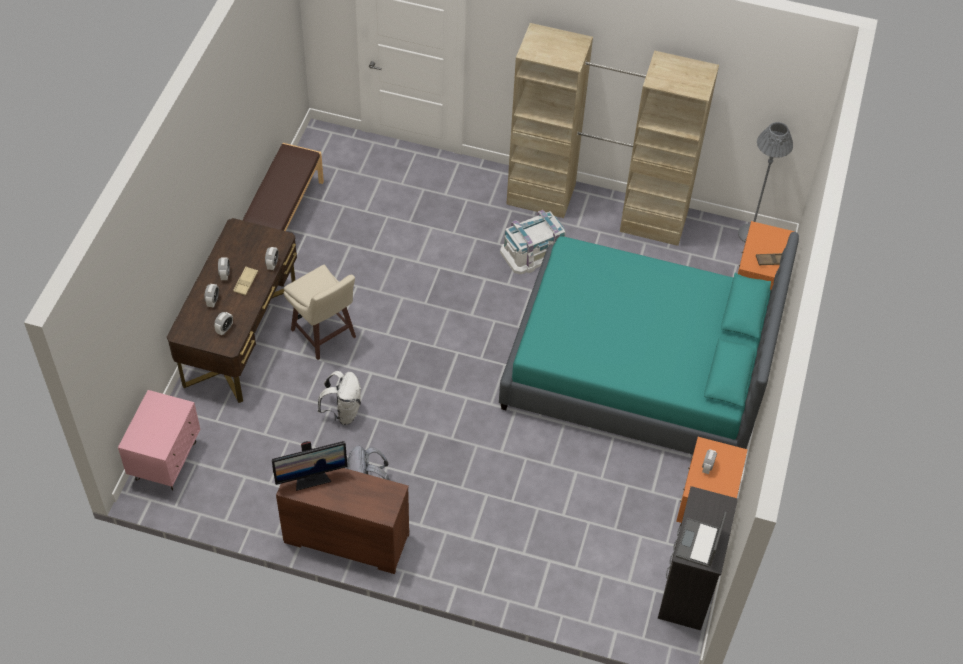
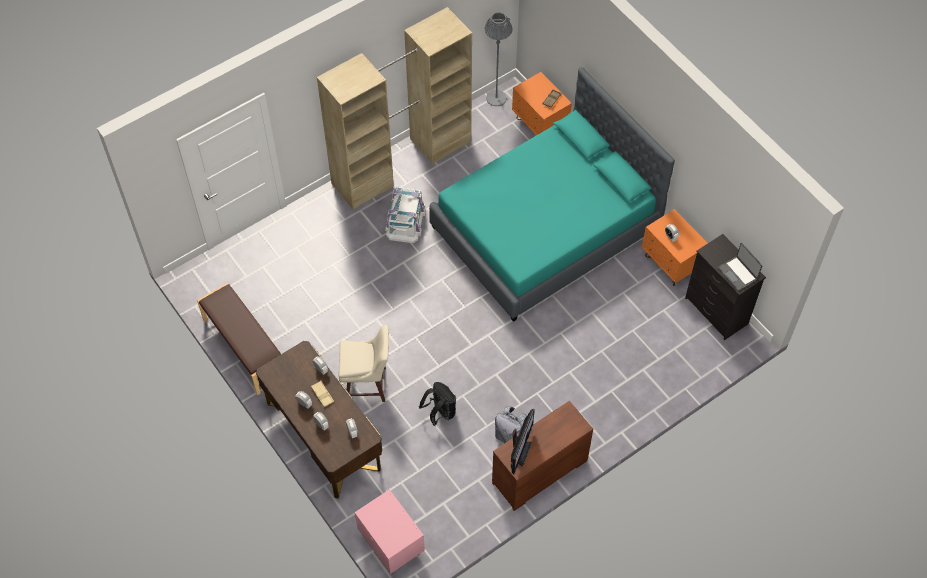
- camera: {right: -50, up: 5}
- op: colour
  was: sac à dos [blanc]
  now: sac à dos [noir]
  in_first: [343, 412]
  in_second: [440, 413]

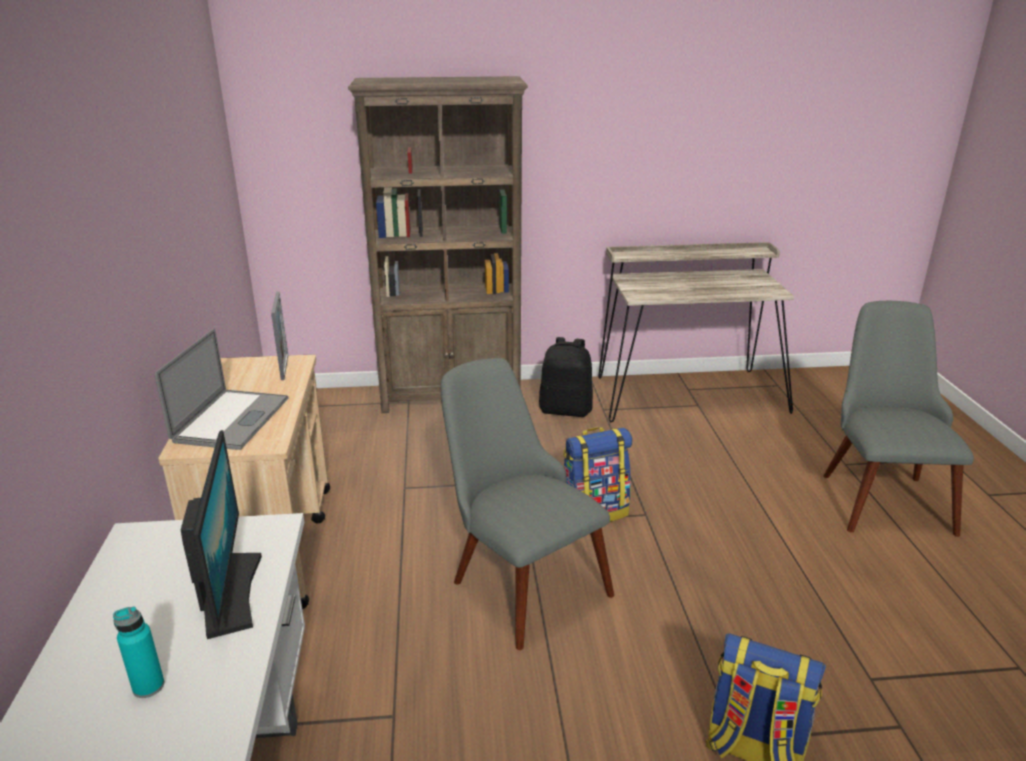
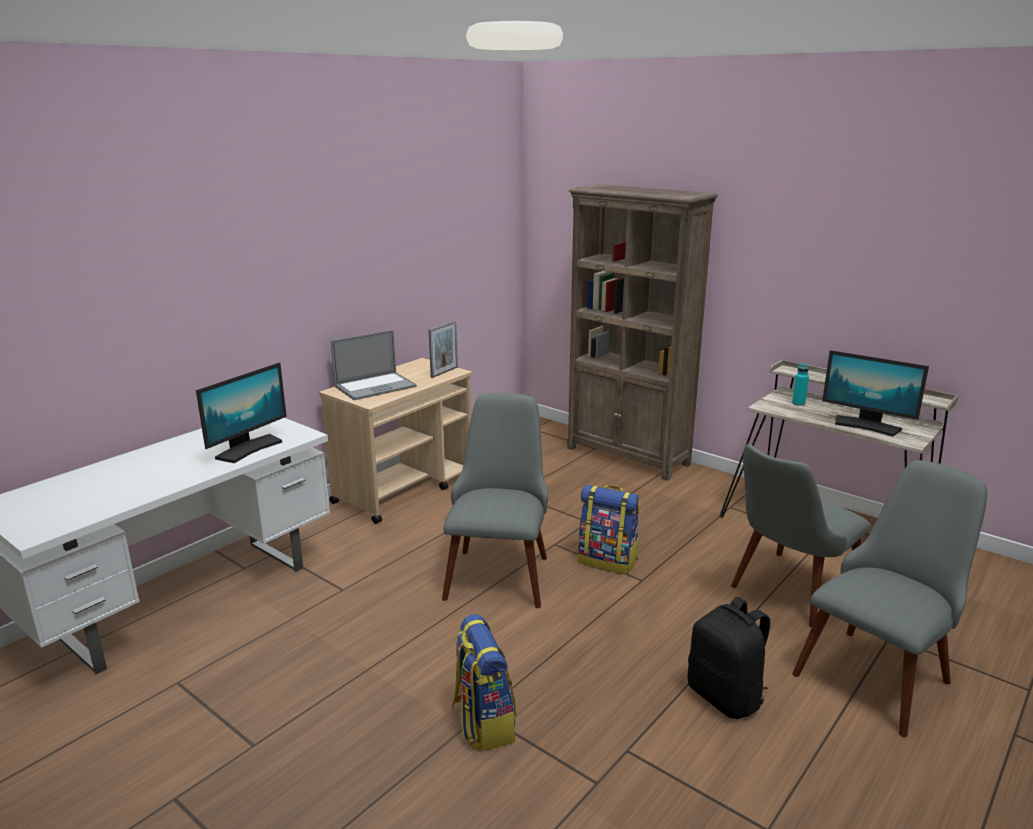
- camera: {right: 45, up: -5}
- op: relocated
  was: sac à dos [noir]
  in_first: [566, 410]
  in_second: [726, 697]
- op: relocated
  was: bouteille [turquoise]
  in_first: [148, 686]
  in_second: [798, 403]
- op: appeared
  now: écran d'ordinateur
  in_second: [866, 426]
- op: appeared
  now: chaise [gris]
  in_second: [787, 595]

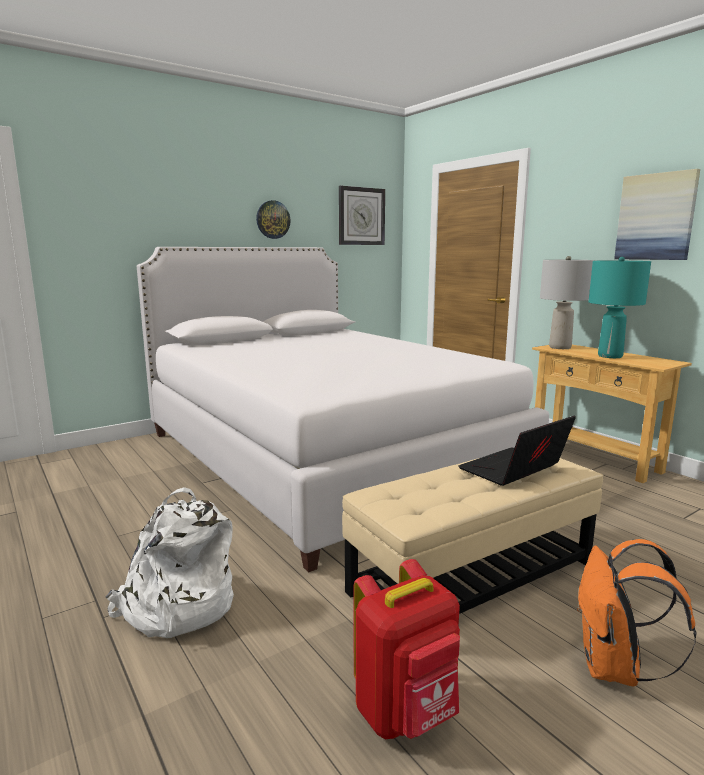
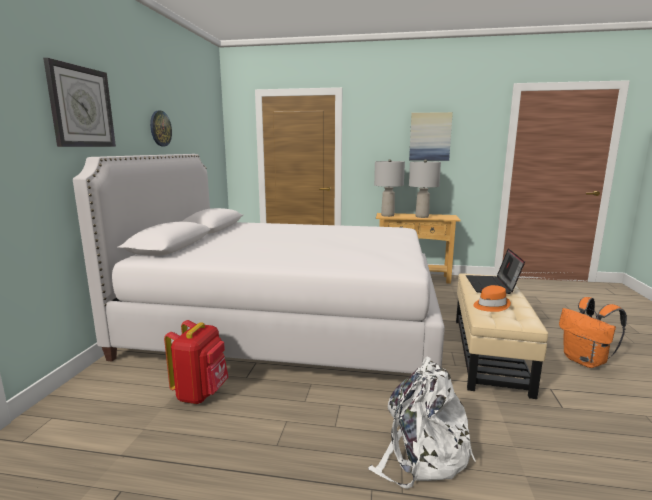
- camera: {right: -45, up: 0}
- op: relocated
  was: horloge murale
  in_first: [361, 216]
  in_second: [81, 107]
- op: colour
  was: lampe de table [turquoise]
  now: lampe de table [gris]
  in_first: [610, 356]
  in_second: [421, 216]
- op: relocated
  was: sac à dos [rouge]
  in_first: [407, 712]
  in_second: [201, 393]
- op: appeared
  now: chapeau [orange]
  in_second: [490, 305]

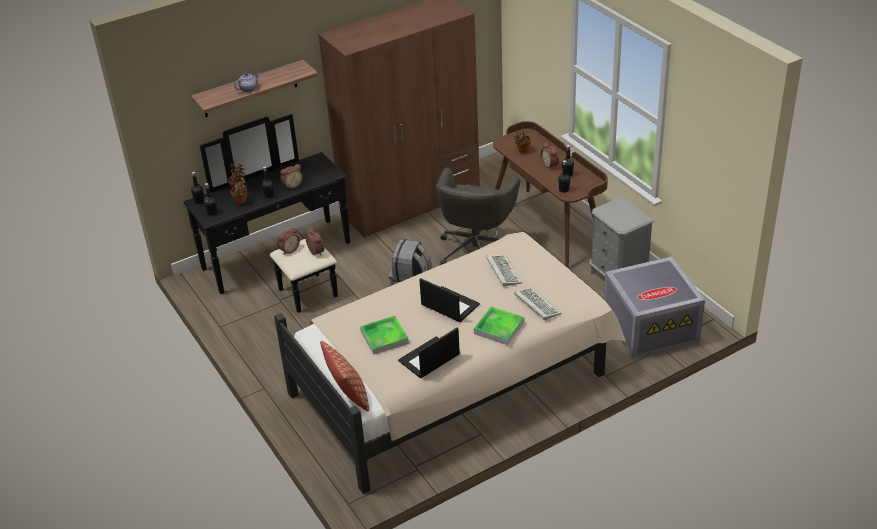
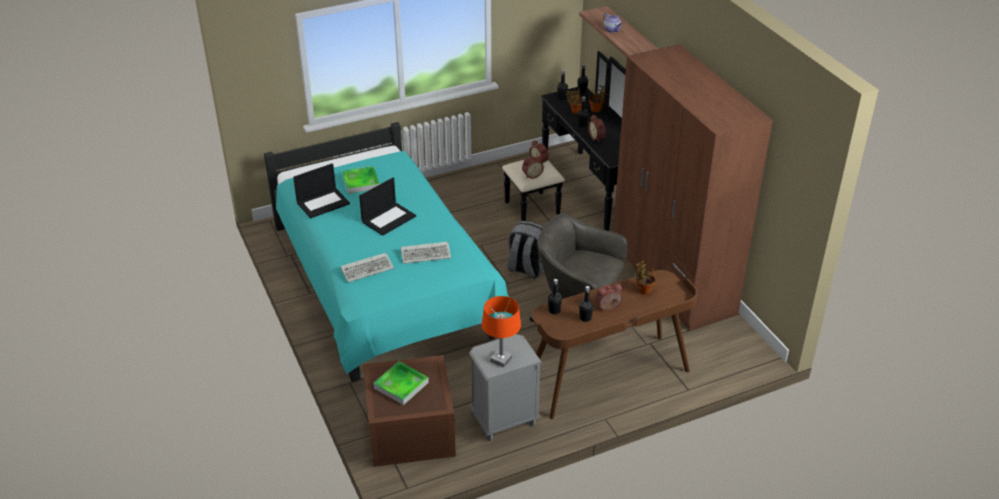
- camera: {right: 95, up: 0}
- op: colour
  was: lit [beige]
  now: lit [turquoise]
  in_first: [456, 379]
  in_second: [383, 285]
- op: colour
  was: boîte de rangement [gris]
  now: boîte de rangement [marron]
  in_first: [651, 326]
  in_second: [412, 431]
- op: relocated
  was: plateau
  in_first: [499, 328]
  in_second: [401, 385]
- op: spun
  was: ordinateur portable
  in_first: [429, 359]
  in_second: [323, 203]
  clockwise: 90
- op: missing
  was: coussin
  in_first: [348, 396]
- op: appeared
  now: lampe de table [orange]
  in_second: [501, 360]

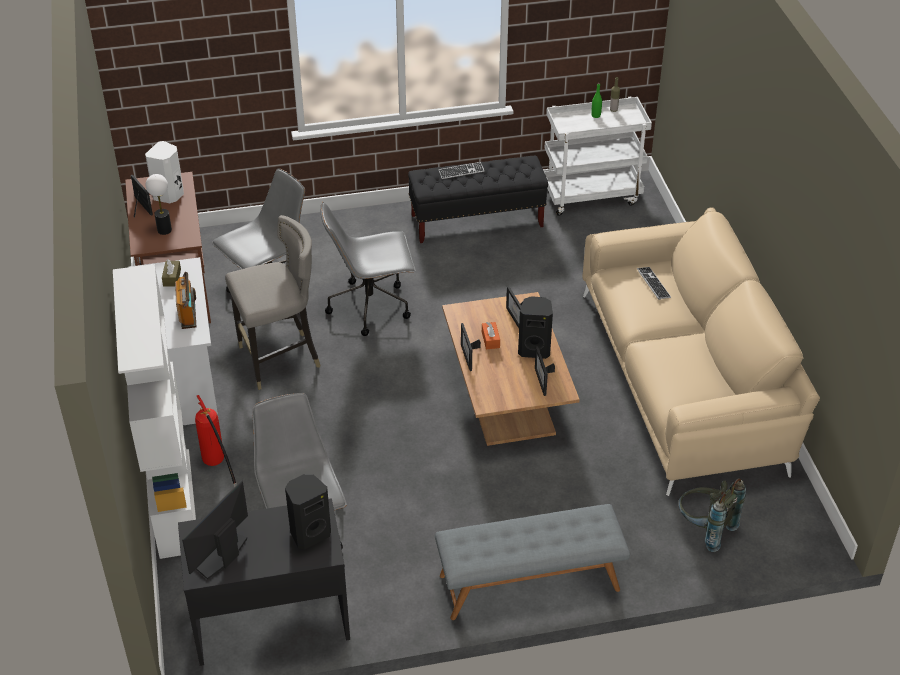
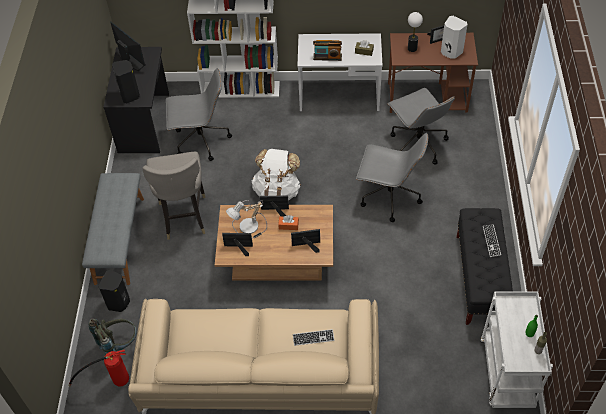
- camera: {right: 105, up: 10}
- op: spun
  was: chaise de bureau [gris]
  in_first: [371, 306]
  in_second: [388, 197]
  clockwise: 105
- op: relocated
  was: tabouret [gris]
  in_first: [280, 359]
  in_second: [184, 218]
- op: relocated
  was: enceinte [noir]
  in_first: [534, 349]
  in_second: [119, 303]
- op: relocated
  was: extincteur
  in_first: [217, 467]
  in_second: [111, 381]
- op: appeared
  now: sac à dos [blanc]
  in_second: [277, 191]
- op: appeared
  now: lampe de table
  in_second: [248, 228]

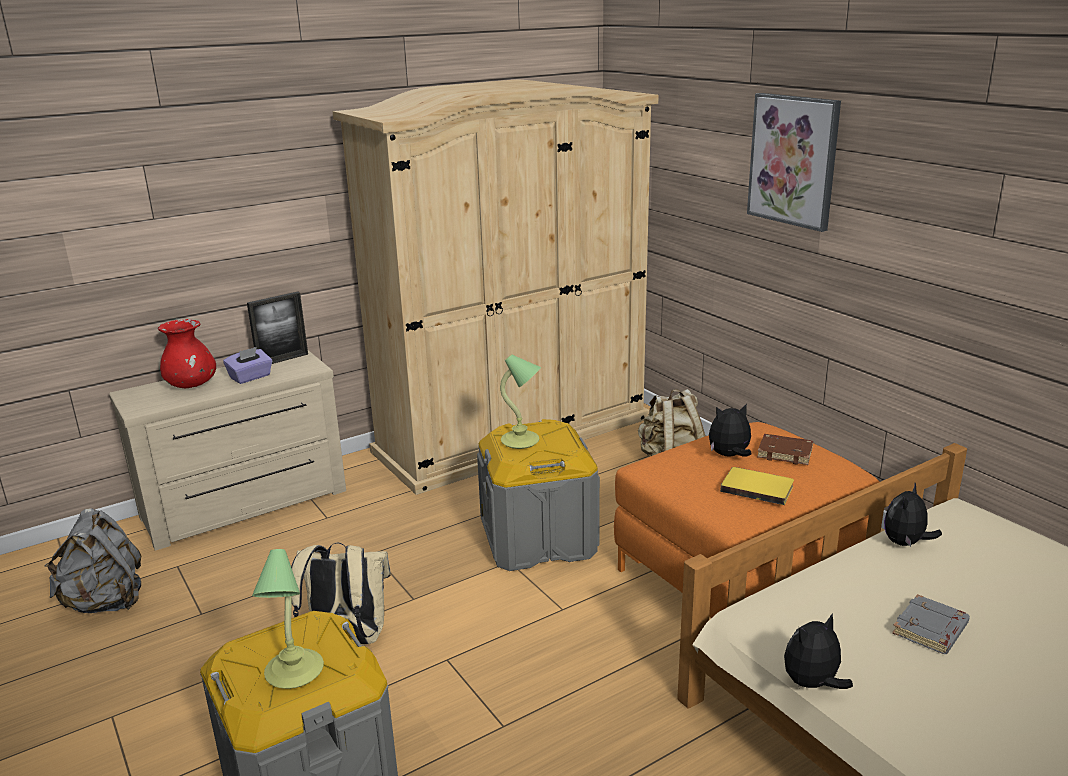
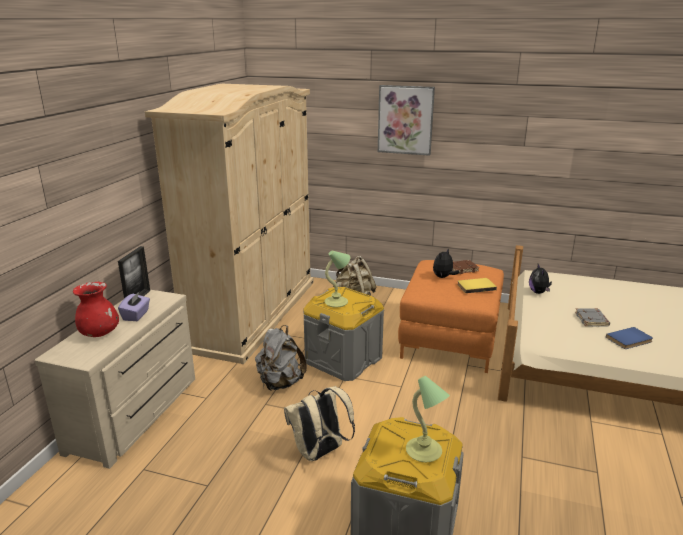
- camera: {right: -40, up: 0}
- op: relocated
  was: sac à dos [gris]
  in_first: [105, 602]
  in_second: [280, 383]
- op: missing
  was: peluche
  in_first: [812, 684]
- op: appeared
  now: livre [bleu]
  in_second: [630, 340]

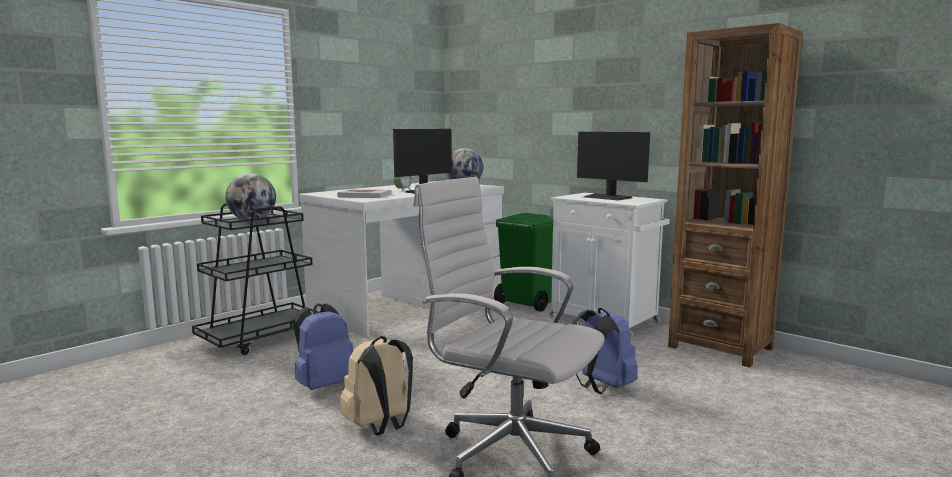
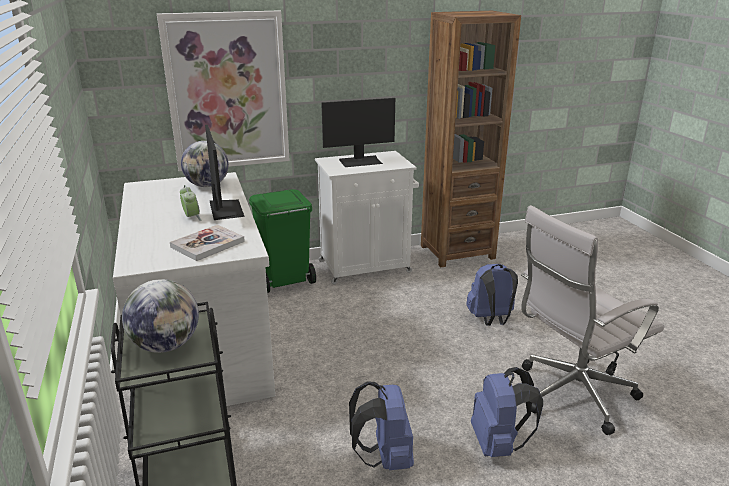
- camera: {right: -60, up: 15}
- op: colour
  was: sac à dos [beige]
  now: sac à dos [bleu]
  in_first: [380, 427]
  in_second: [499, 444]
- op: appeared
  now: tableau
  in_second: [227, 92]

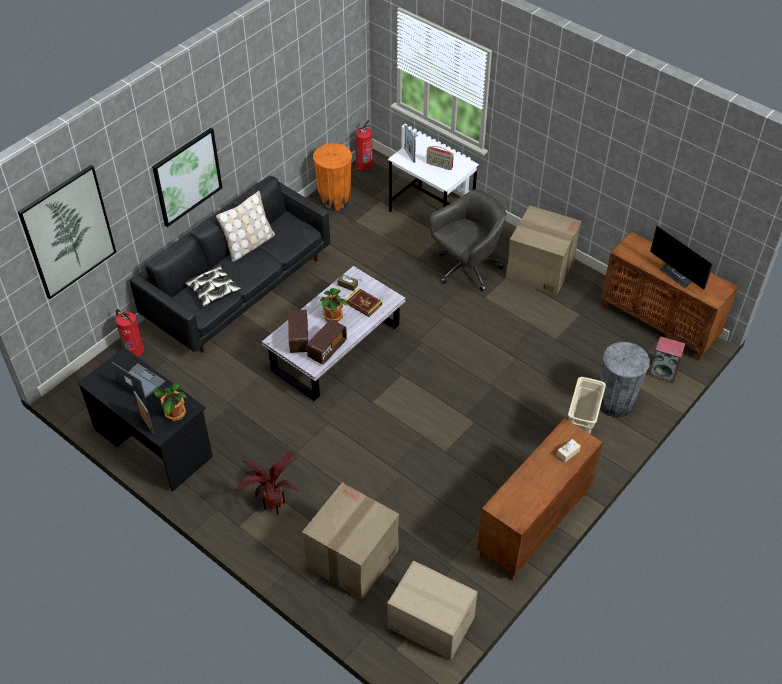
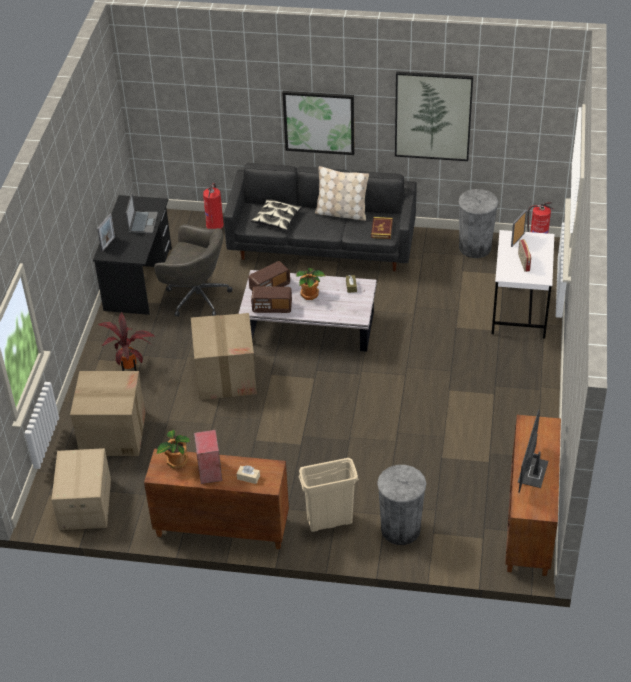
- camera: {right: 60, up: -5}
- op: colour
  was: poubelle [orange]
  now: poubelle [gris]
  in_first: [334, 200]
  in_second: [475, 247]
- op: relocated
  was: tableau
  in_first: [68, 232]
  in_second: [433, 116]
- op: relocated
  was: chaise de bureau [gris]
  in_first: [466, 269]
  in_second: [196, 297]
- op: relocated
  was: carton
  in_first: [539, 269]
  in_second: [226, 376]
- op: relocated
  was: livre
  in_first: [363, 304]
  in_second: [381, 229]
- op: relocated
  was: enceinte
  in_first: [663, 372]
  in_second: [210, 472]
- op: relocated
  was: plante en pot
  in_first: [174, 414]
  in_second: [176, 461]

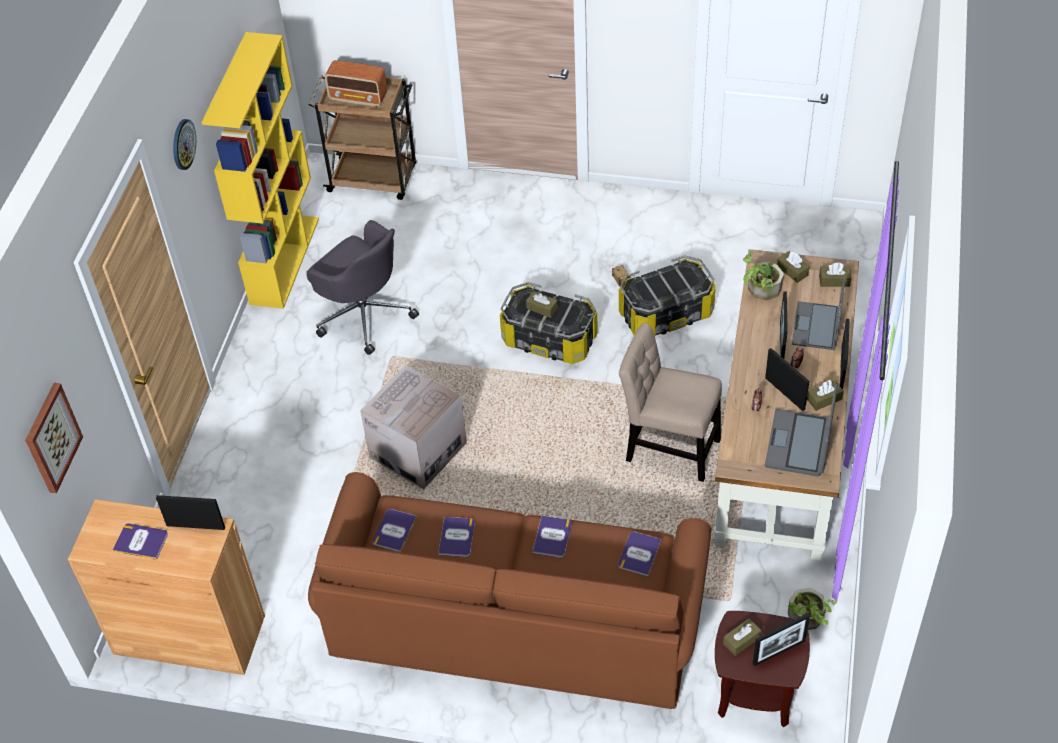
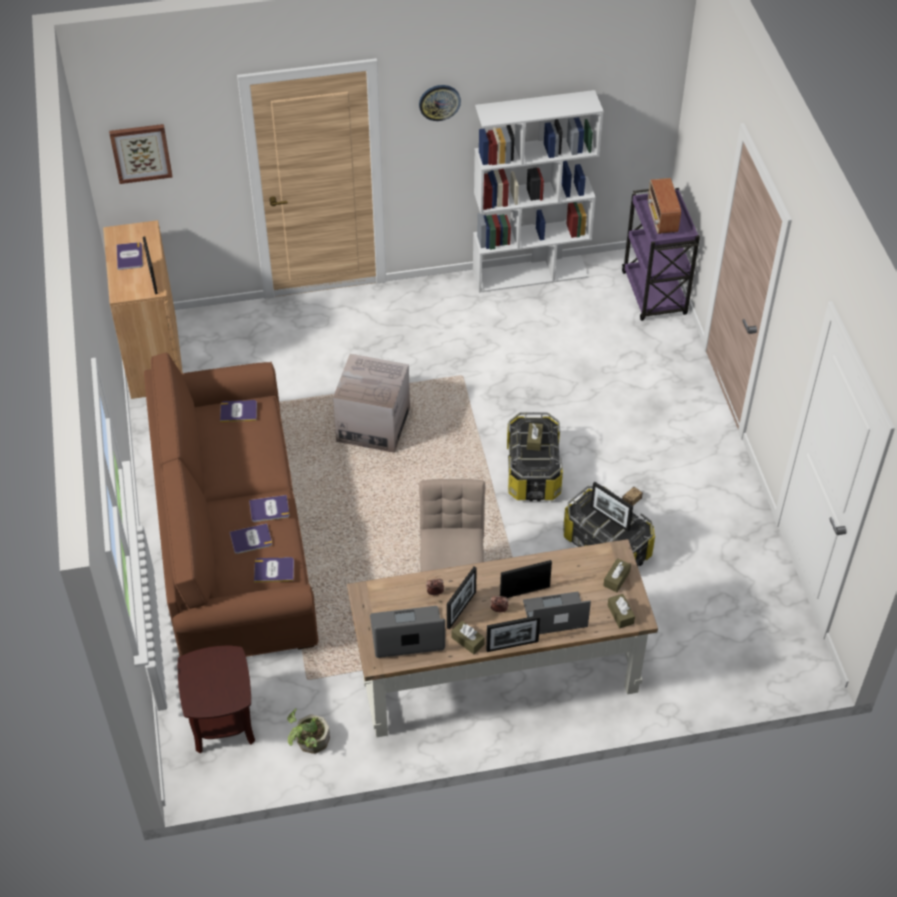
- camera: {right: 65, up: 0}
- op: colour
  was: bibliothèque [jaune]
  now: bibliothèque [blanc]
  in_first: [284, 260]
  in_second: [530, 273]
- op: colour
  was: chariot [marron]
  now: chariot [violet]
  in_first: [374, 179]
  in_second: [654, 295]
- op: missing
  was: chaise de bureau [gris]
  in_first: [364, 314]
- op: missing
  was: plante en pot
  in_first: [760, 290]
- op: relocated
  was: livre
  in_first: [457, 537]
  in_second: [251, 539]
- op: relocated
  was: cadre photo
  in_first: [779, 652]
  in_second: [610, 518]
- op: missing
  was: boîte à mouchoirs [marron]
  in_first: [741, 640]

